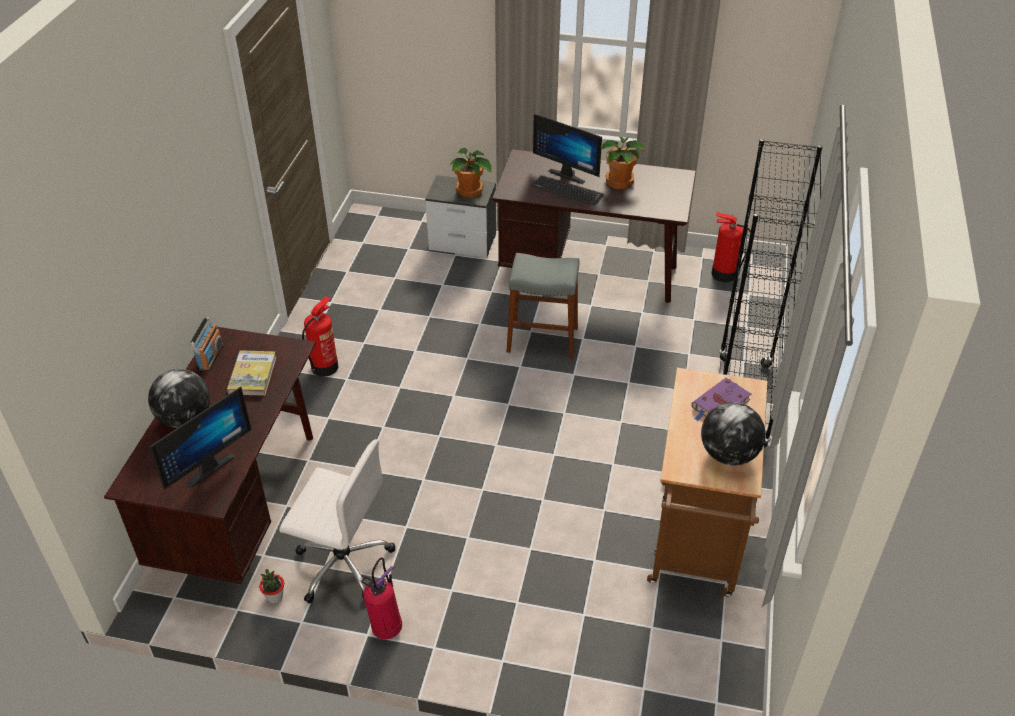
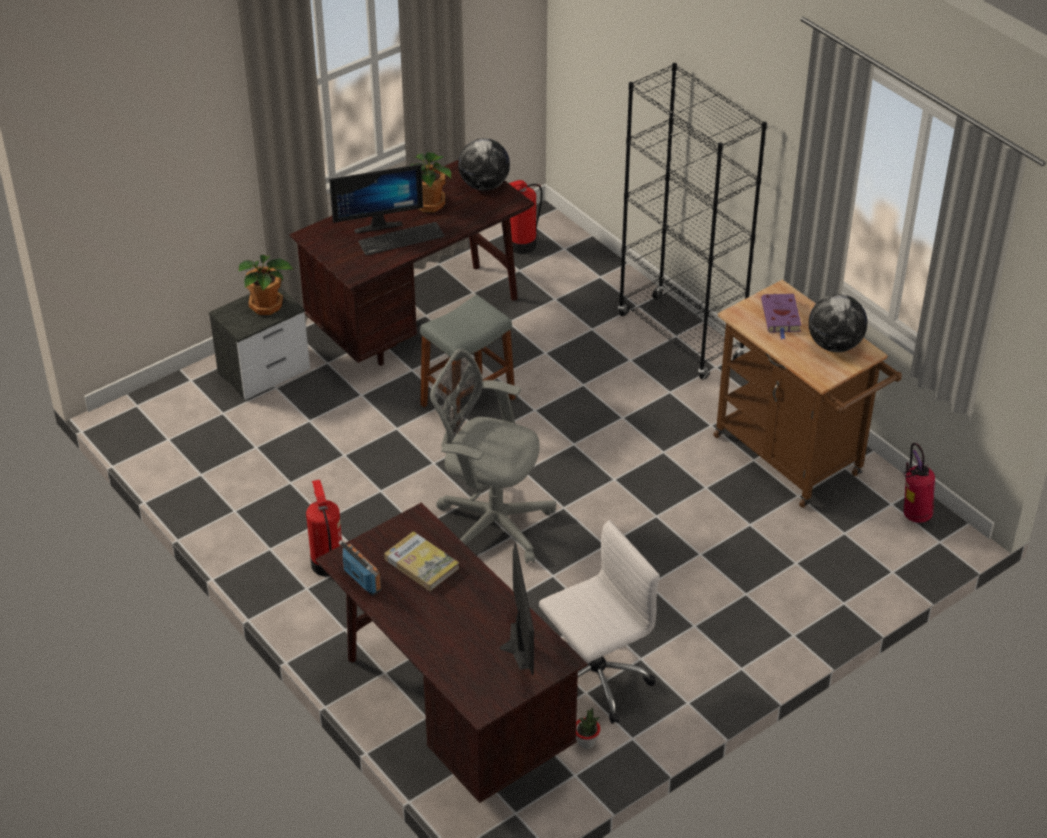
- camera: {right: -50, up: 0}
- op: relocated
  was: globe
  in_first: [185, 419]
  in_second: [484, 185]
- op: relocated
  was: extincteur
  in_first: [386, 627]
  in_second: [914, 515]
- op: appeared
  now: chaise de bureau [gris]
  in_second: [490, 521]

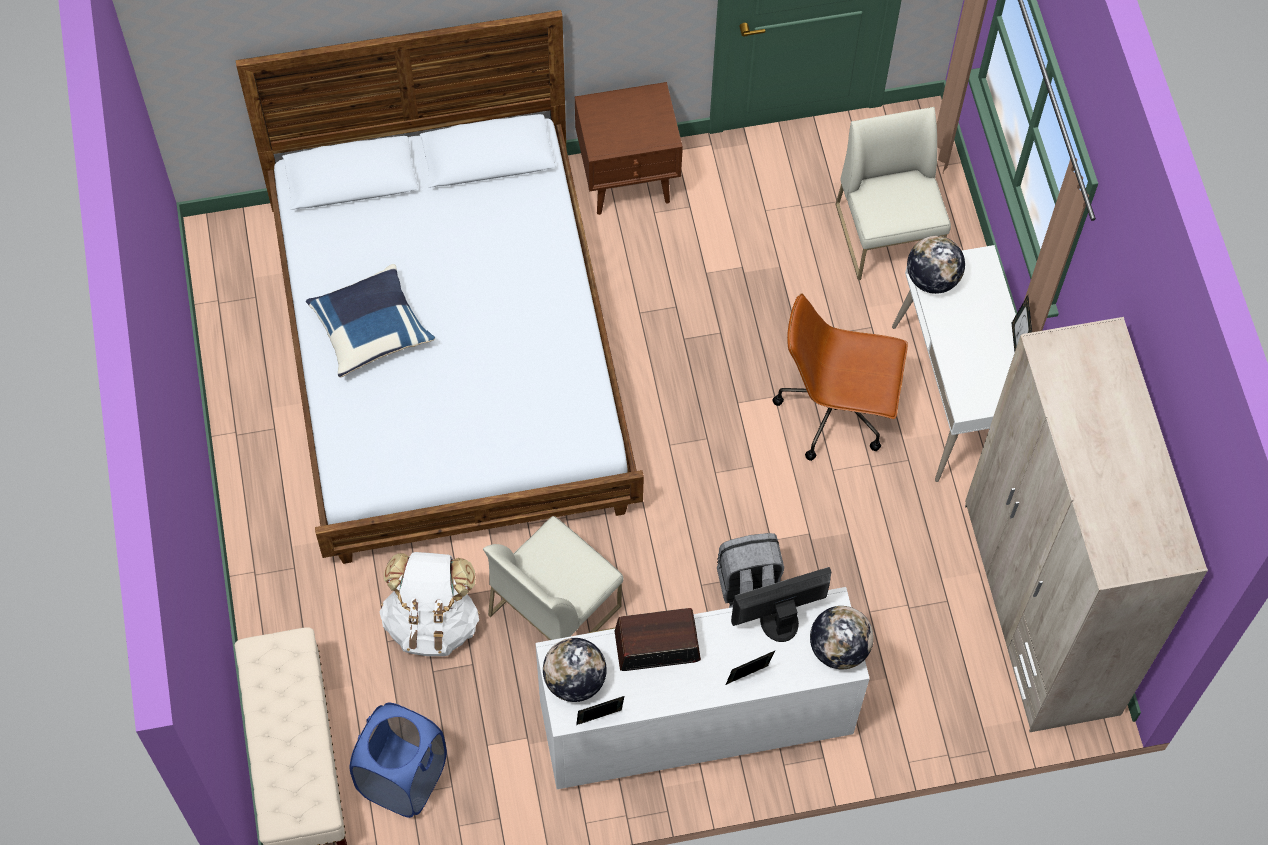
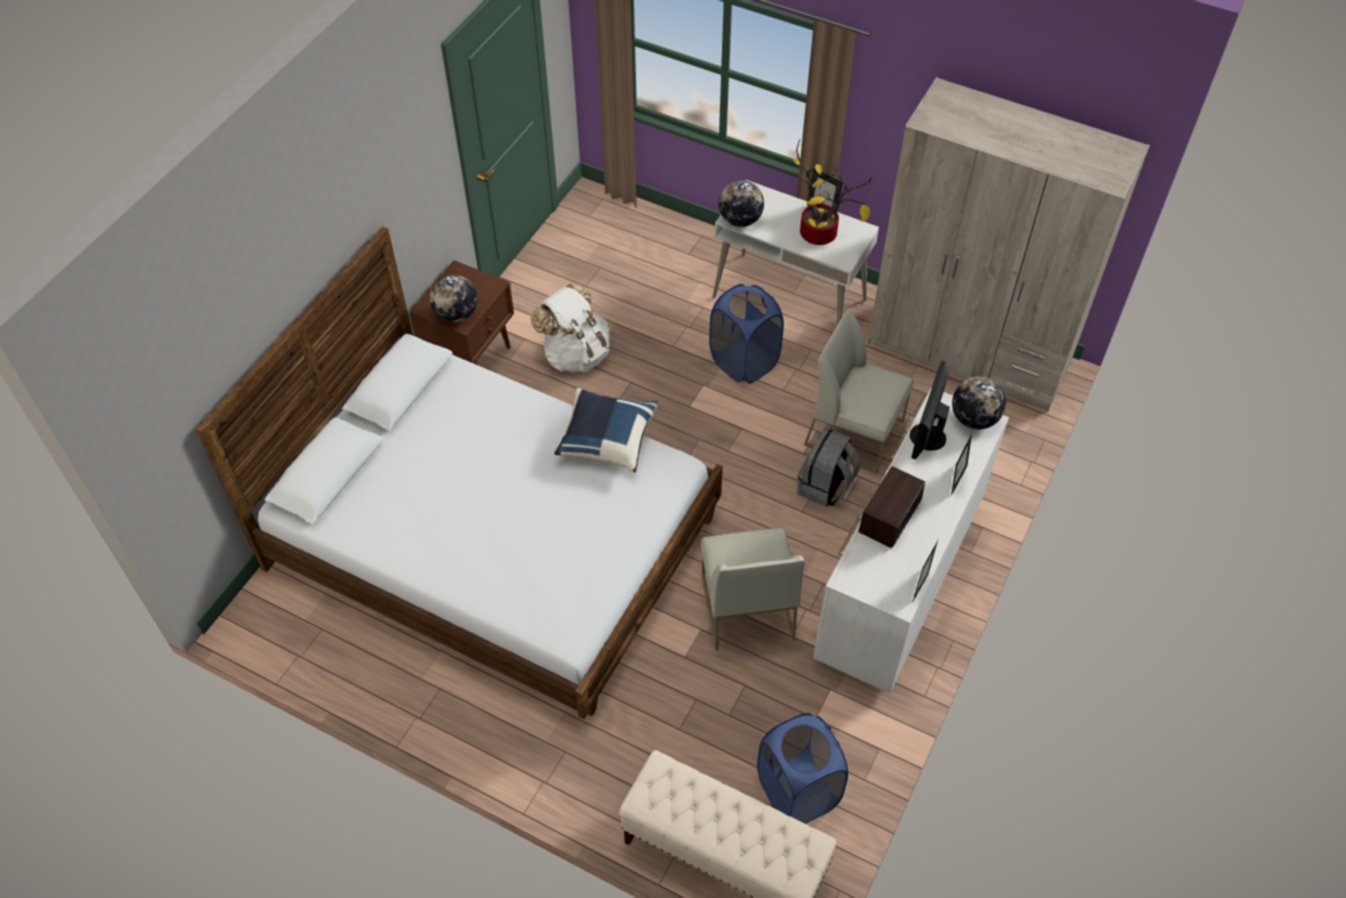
- camera: {right: -50, up: -10}
- op: relocated
  was: chaise [blanc]
  in_first: [888, 235]
  in_second: [855, 432]
- op: relocated
  was: coussin [bleu]
  in_first: [371, 329]
  in_second: [606, 439]
- op: exchanged
  was: chaise de bureau [marron]
  now: panier à linge [bleu]
  in_first: [836, 411]
  in_second: [744, 361]
- op: relocated
  was: sac à dos [blanc]
  in_first: [432, 622]
  in_second: [575, 354]
- op: relocated
  was: globe
  in_first: [575, 681]
  in_second: [456, 314]
- op: appeared
  now: plante en pot
  in_second: [822, 233]

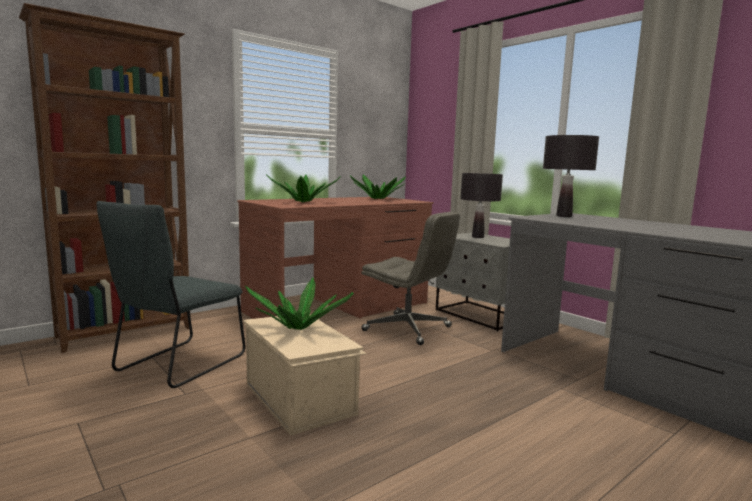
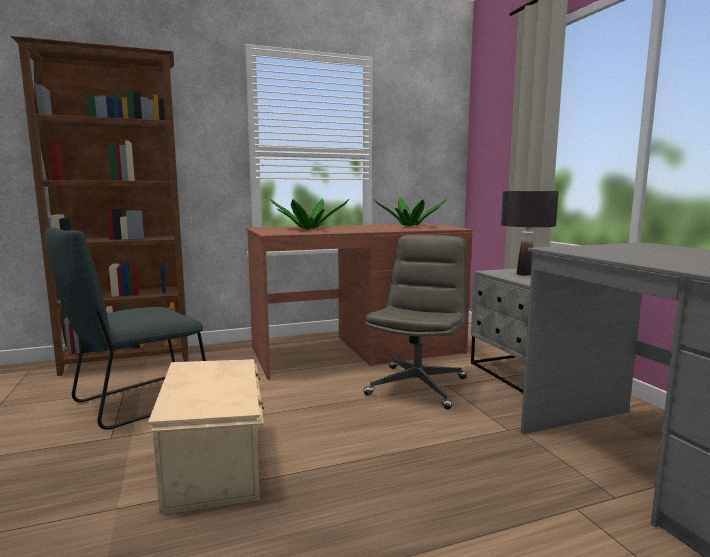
- camera: {right: 20, up: 0}
- op: missing
  was: lampe de table [noir]
  in_first: [564, 216]
- op: spun
  was: chaise de bureau [gris]
  in_first: [408, 329]
  in_second: [417, 386]
  clockwise: -120
- op: missing
  was: plante en pot
  in_first: [298, 327]

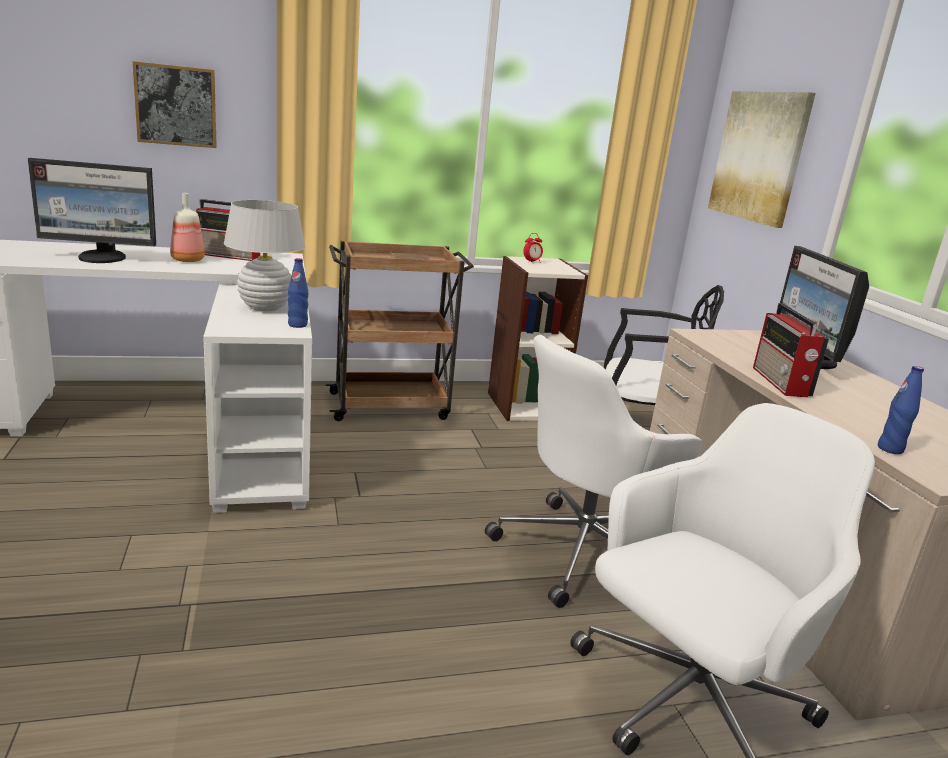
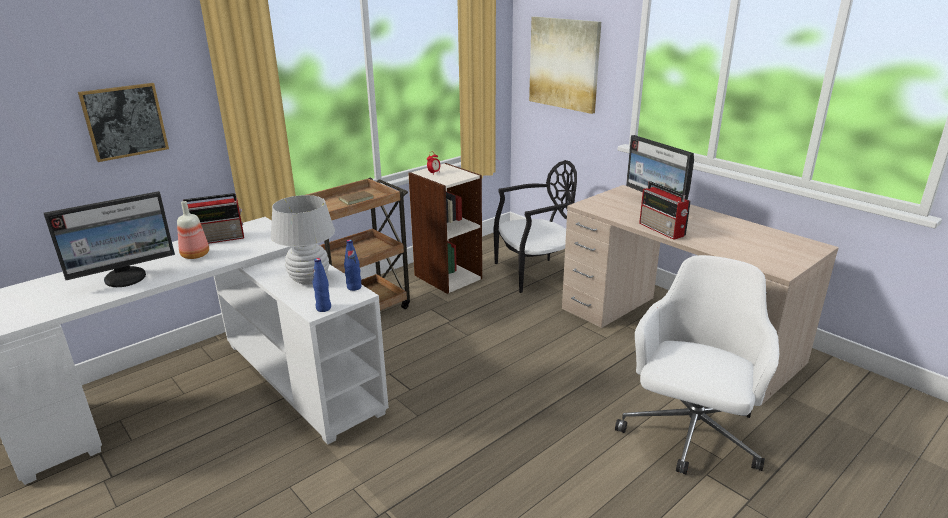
- camera: {right: -25, up: 5}
- op: missing
  was: chaise de bureau [blanc]
  in_first: [584, 552]
- op: relocated
  was: bouteille [bleu]
  in_first: [890, 449]
  in_second: [323, 308]

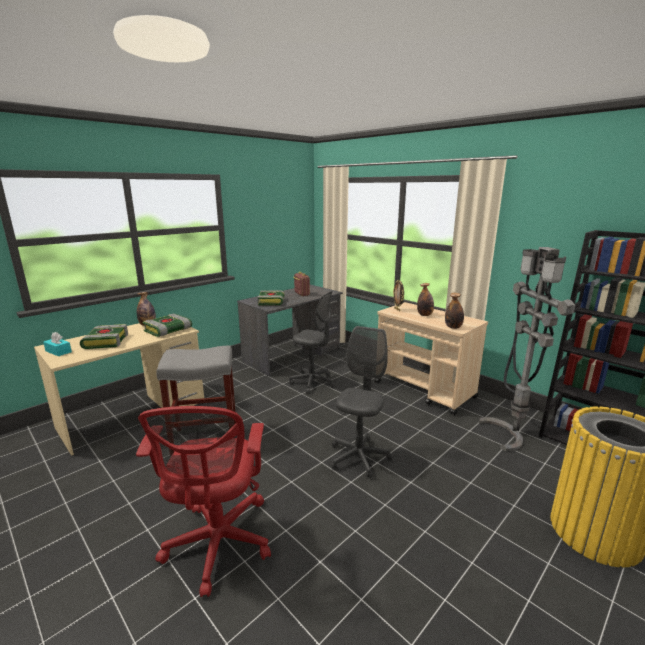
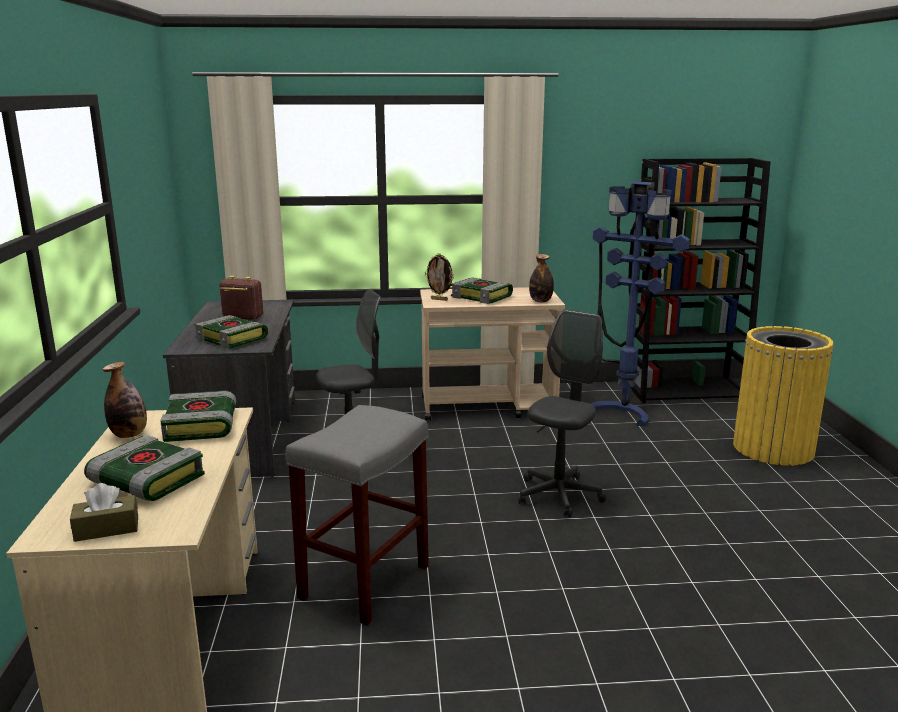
- camera: {right: -50, up: 0}
- op: colour
  was: lampadaire [gris]
  now: lampadaire [bleu]
  in_first: [511, 433]
  in_second: [622, 410]
- op: exchanged
  was: bouteille
  now: livre
  in_first: [424, 315]
  in_second: [482, 297]
- op: spun
  was: chaise de bureau [gris]
  in_first: [359, 457]
  in_second: [559, 495]
  clockwise: 60
- op: colour
  was: boîte à mouchoirs [turquoise]
  now: boîte à mouchoirs [marron]
  in_first: [58, 351]
  in_second: [107, 529]
- op: missing
  was: chaise de bureau [rouge]
  in_first: [217, 545]

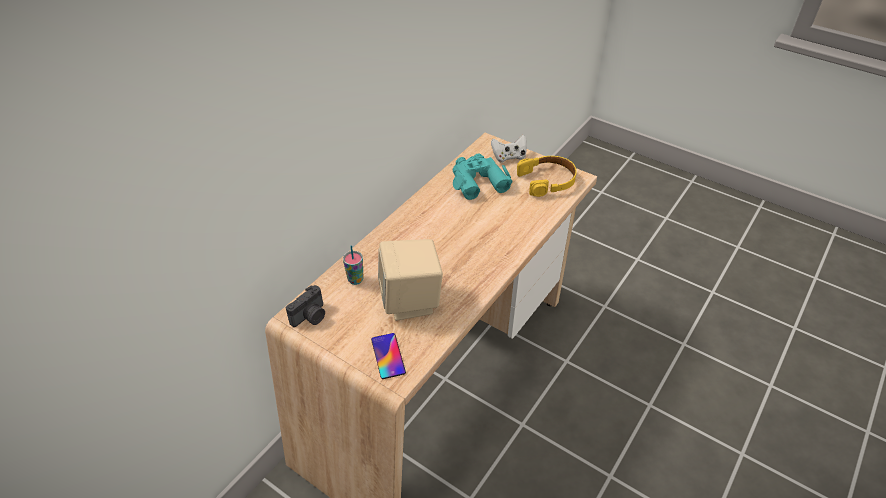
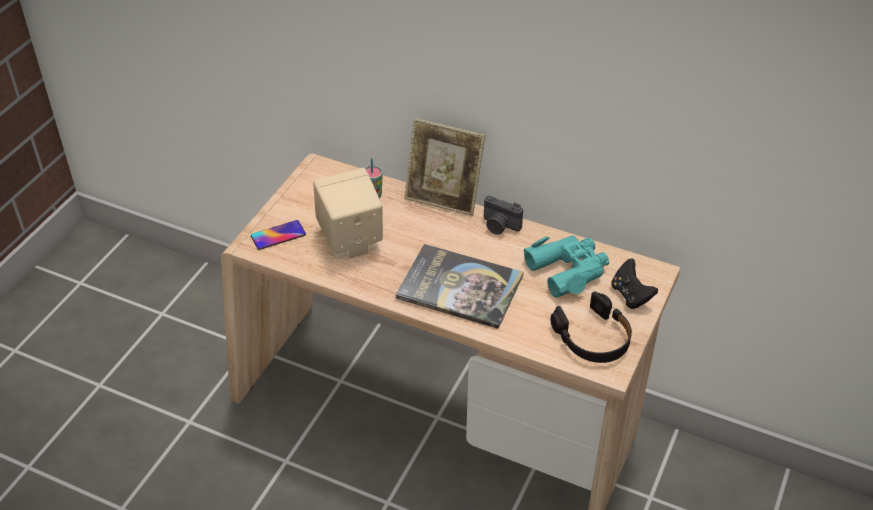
- camera: {right: 80, up: 0}
- op: colour
  was: manette [blanc]
  now: manette [noir]
  in_first: [509, 157]
  in_second: [631, 295]
- op: colour
  was: casque audio [jaune]
  now: casque audio [noir]
  in_first: [547, 180]
  in_second: [593, 337]
- op: relocated
  was: appareil photo
  in_first: [310, 317]
  in_second: [499, 226]
- op: appeared
  now: cadre photo
  in_second: [443, 199]
- op: appeared
  now: livre
  in_second: [460, 287]

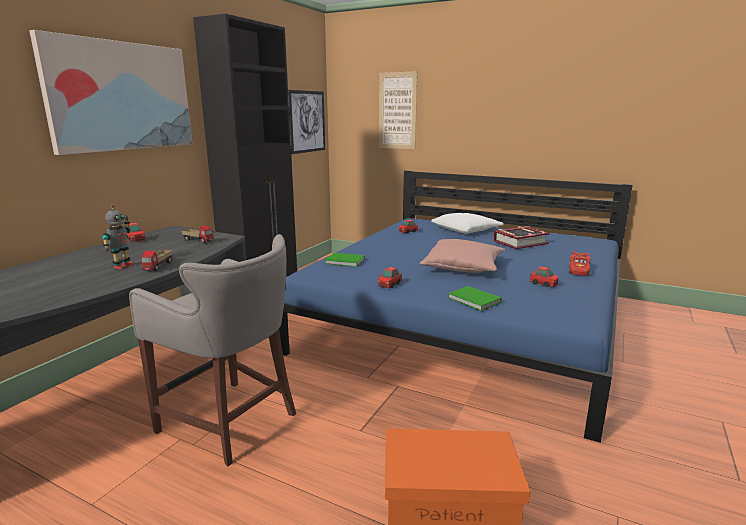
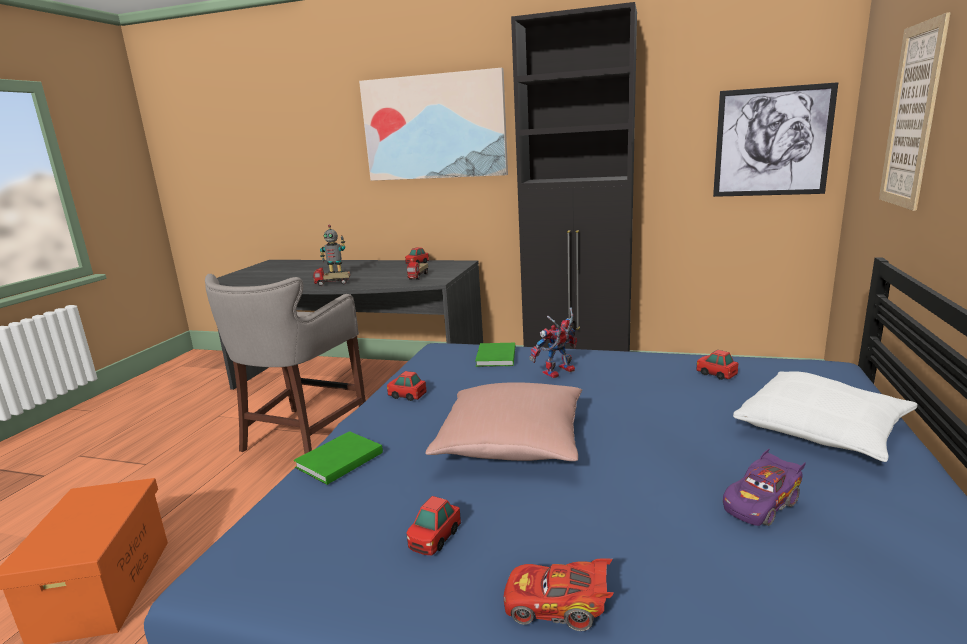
- camera: {right: 80, up: 0}
- op: exchanged
  was: livre
  now: petite voiture [violet]
  in_first: [520, 242]
  in_second: [761, 504]
- op: appeared
  now: robot jouet
  in_second: [558, 373]

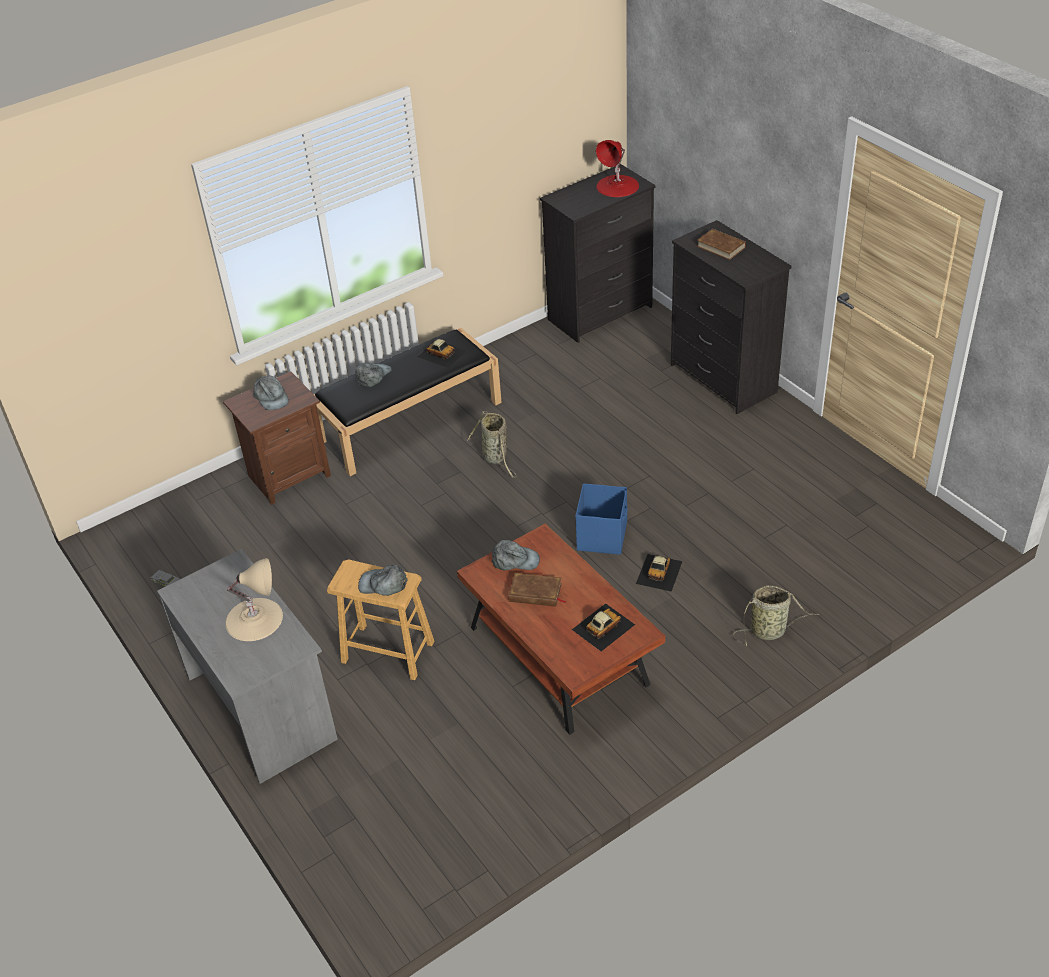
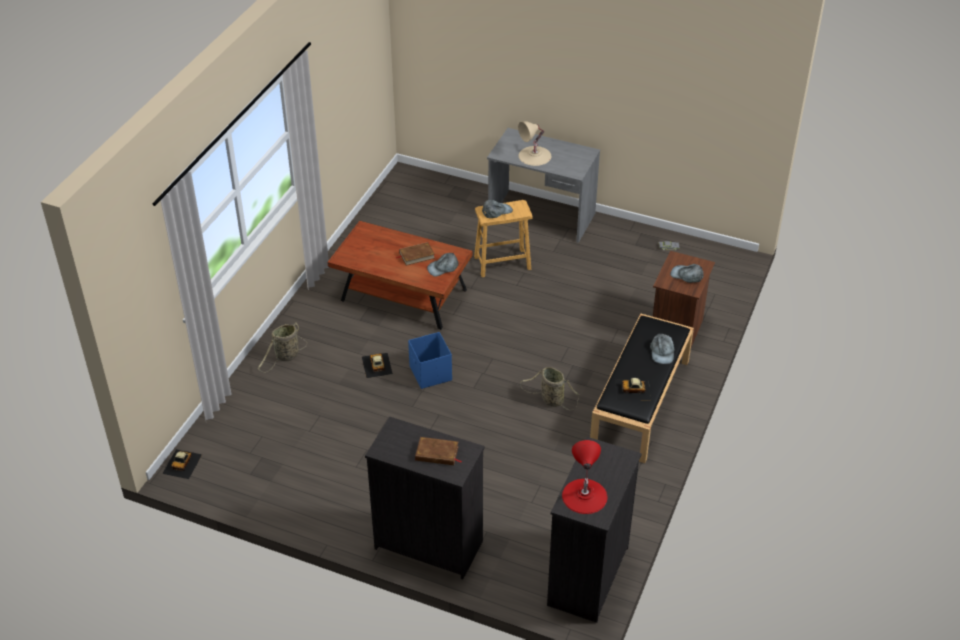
- camera: {right: 145, up: 0}
- op: relocated
  was: petite voiture
  in_first: [602, 627]
  in_second: [182, 463]

